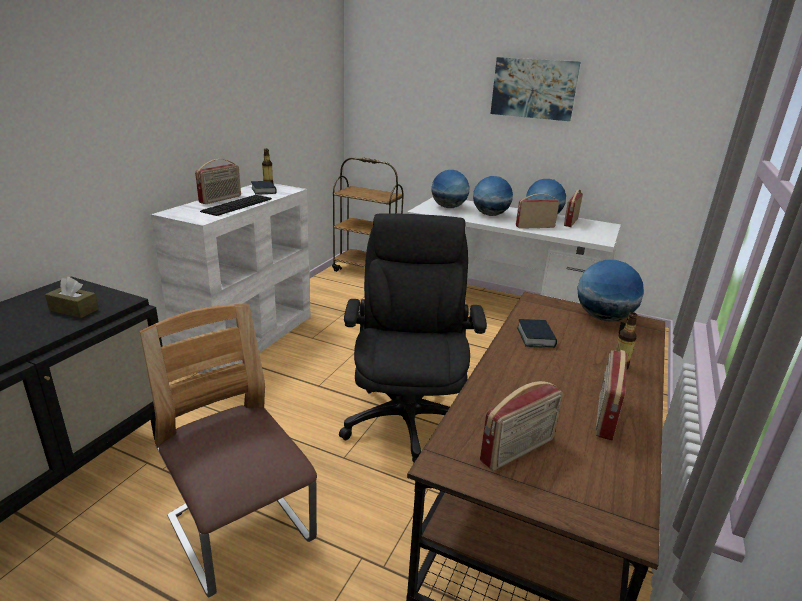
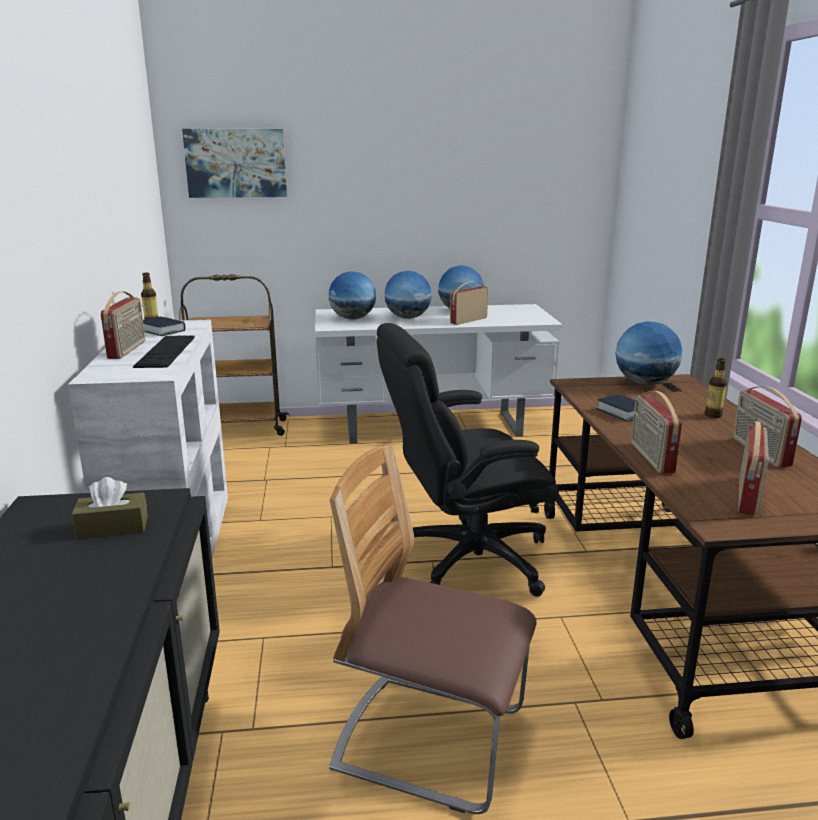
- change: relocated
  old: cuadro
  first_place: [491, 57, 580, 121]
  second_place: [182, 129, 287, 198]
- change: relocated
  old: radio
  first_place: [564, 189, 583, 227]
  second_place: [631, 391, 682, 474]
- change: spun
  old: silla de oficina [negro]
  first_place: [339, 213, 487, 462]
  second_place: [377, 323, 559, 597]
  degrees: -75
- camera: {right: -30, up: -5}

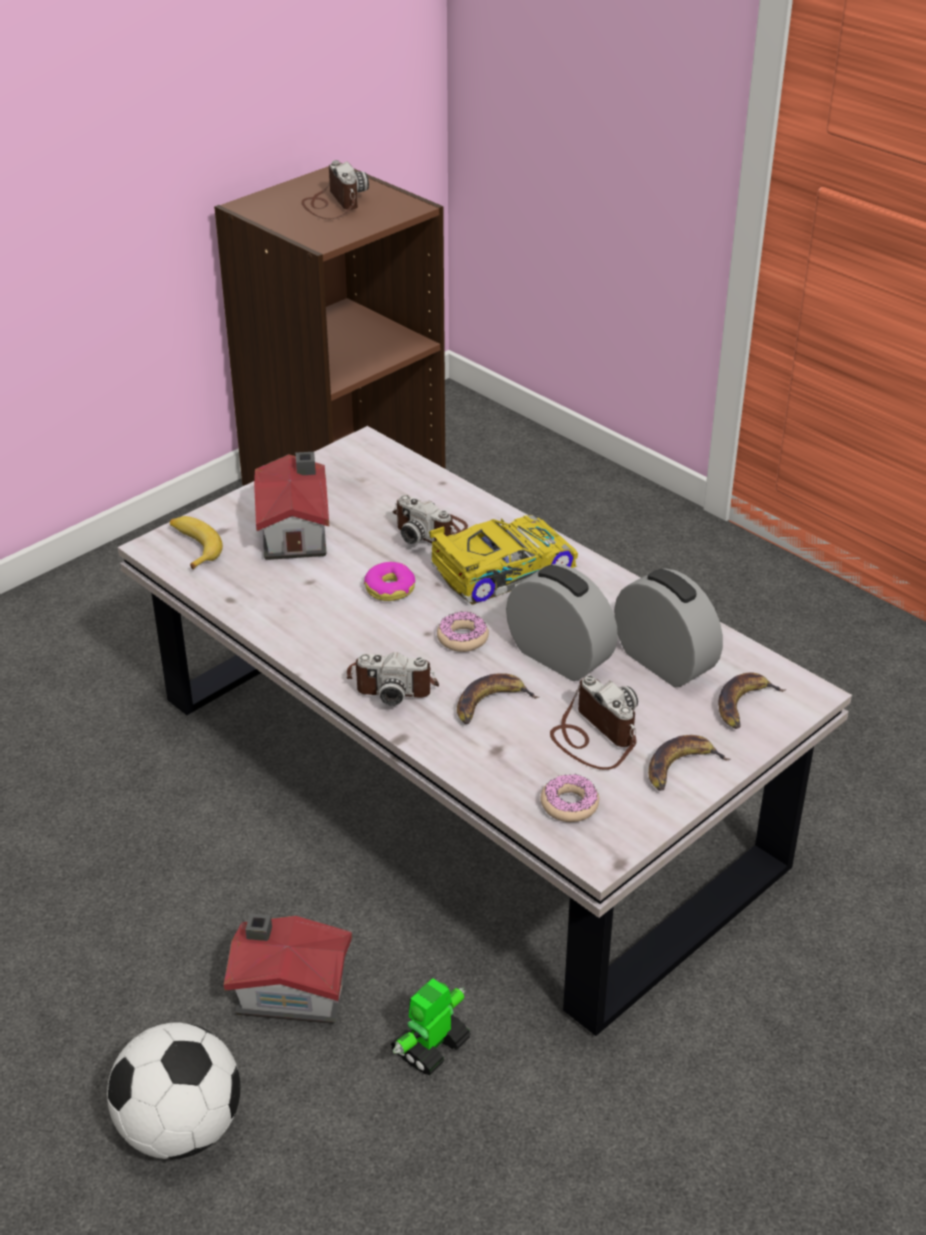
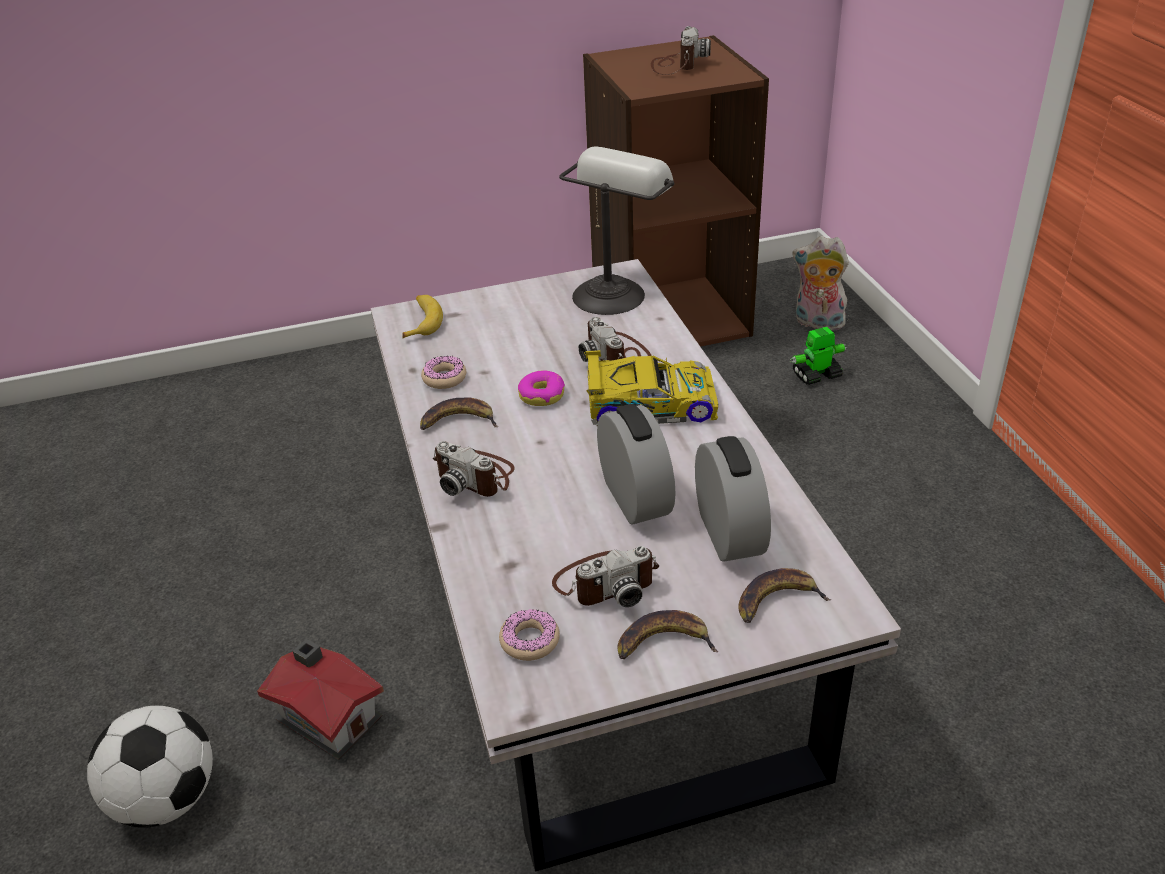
- change: missing
  old: casita
  first_place: [254, 452, 329, 560]
- change: appeared
  new: lámpara de mesa
  second_place: [559, 146, 674, 315]
- change: appeared
  new: peluche
  second_place: [793, 236, 849, 331]
- change: relocated
  old: robot de juguete
  first_place: [391, 978, 471, 1075]
  second_place: [790, 327, 847, 385]
- change: relocated
  old: rosquilla
  first_place: [437, 611, 489, 652]
  second_place: [421, 356, 466, 389]
- change: relocated
  old: plátano
  first_place: [457, 673, 539, 724]
  second_place: [420, 398, 498, 430]
- change: spun
  old: cámara
  first_place: [550, 675, 638, 770]
  second_place: [552, 546, 659, 607]
  degrees: 75
- camera: {right: 30, up: 0}

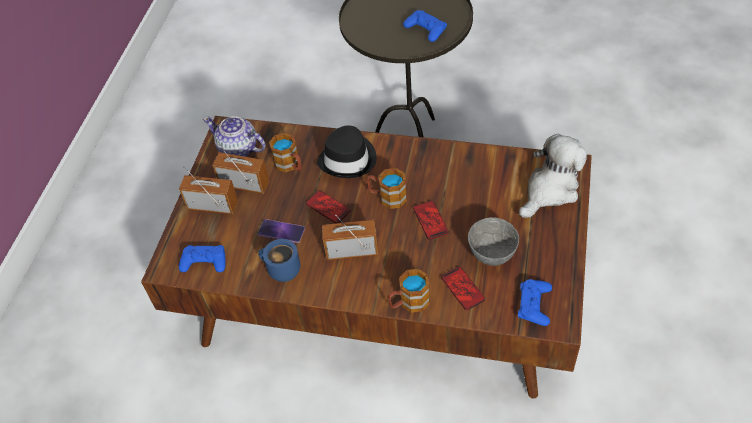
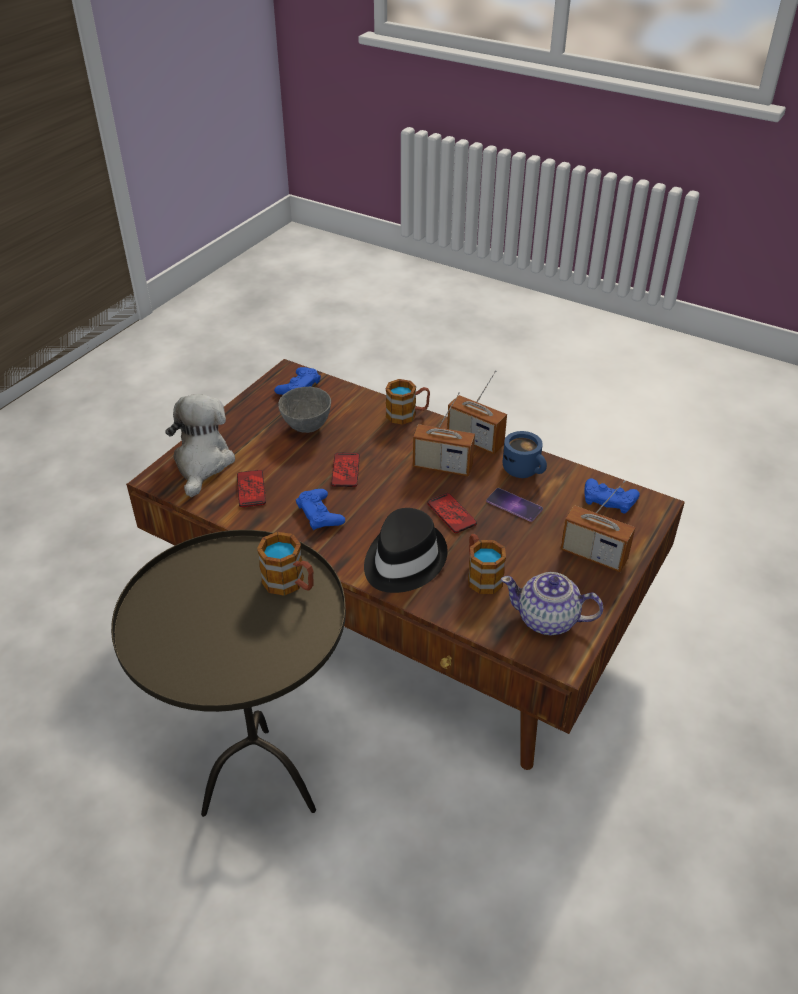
- change: relocated
  old: radio
  first_place: [213, 143, 270, 194]
  second_place: [447, 370, 507, 454]
- change: relocated
  old: taza grande
  first_place: [366, 168, 407, 209]
  second_place: [257, 532, 314, 596]
- change: relocated
  old: mando de consola [azul]
  first_place: [403, 10, 447, 42]
  second_place: [296, 489, 345, 530]
- change: relocated
  old: móvil
  first_place: [441, 267, 485, 310]
  second_place: [237, 470, 266, 507]
- change: spun
  old: tetera
  first_place: [203, 116, 266, 157]
  second_place: [501, 572, 603, 635]
  degrees: 150
- change: spun
  old: peluche
  first_place: [519, 134, 587, 218]
  second_place: [165, 394, 235, 497]
  degrees: 120
- camera: {right: -165, up: -10}

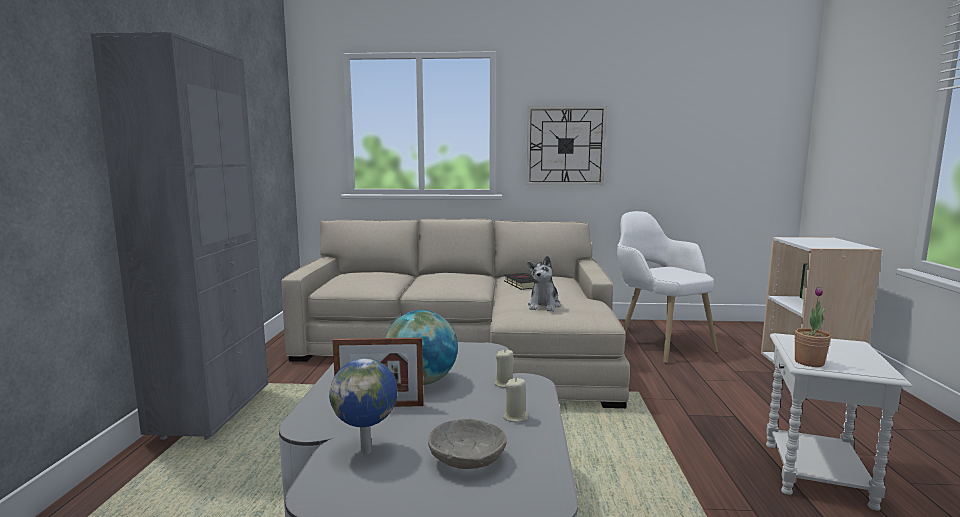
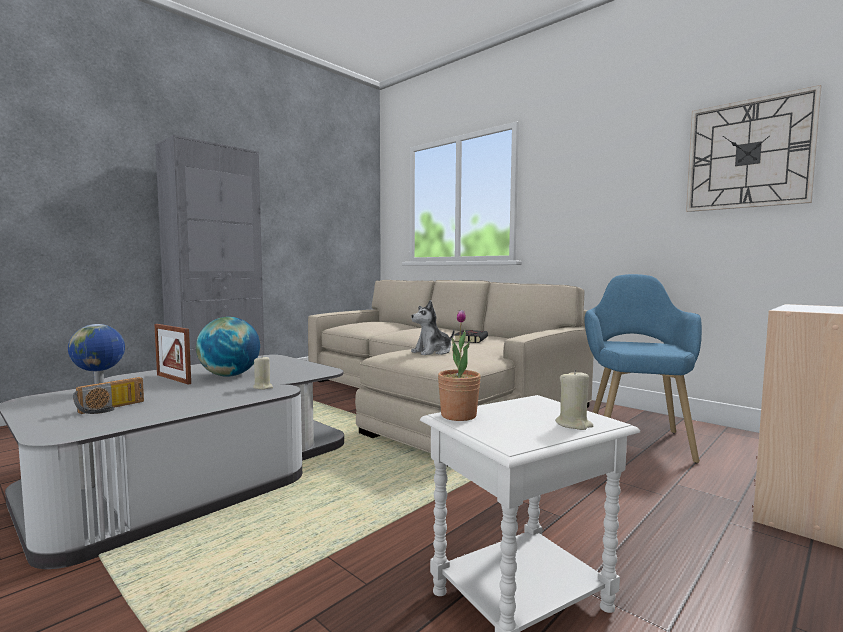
- change: relocated
  old: vela [beis]
  first_place: [503, 378, 529, 422]
  second_place: [555, 369, 593, 430]
- change: relocated
  old: reloj de pared
  first_place: [527, 106, 607, 185]
  second_place: [686, 85, 821, 212]
- change: exchanged
  old: cuenco [gris]
  new: radio
  first_place: [428, 419, 507, 469]
  second_place: [73, 377, 144, 414]
- change: colour
  old: sillón [blanco]
  new: sillón [azul]
  first_place: [617, 211, 718, 363]
  second_place: [585, 274, 702, 464]
- camera: {right: 40, up: -5}

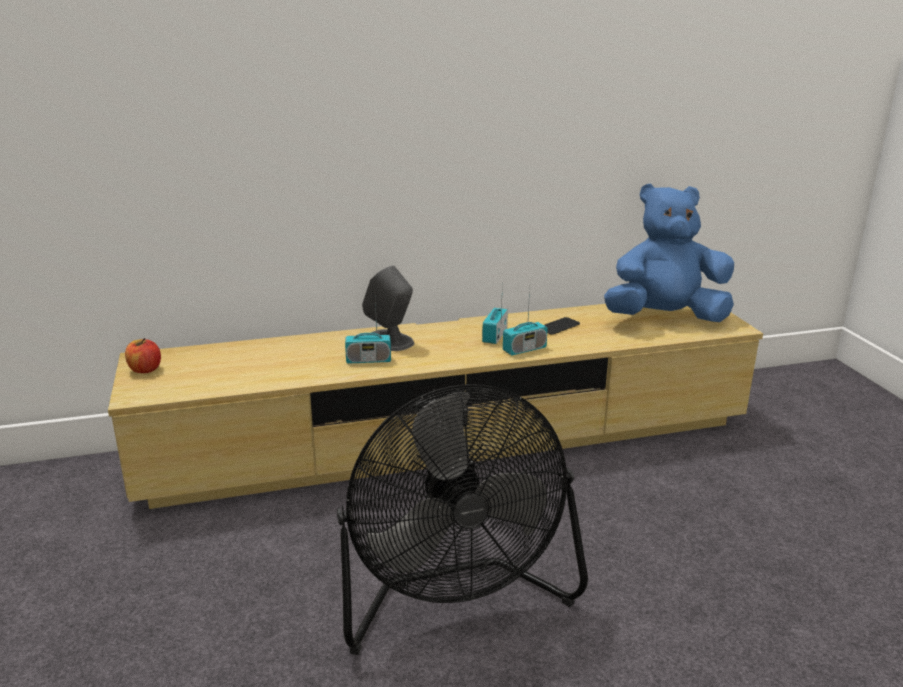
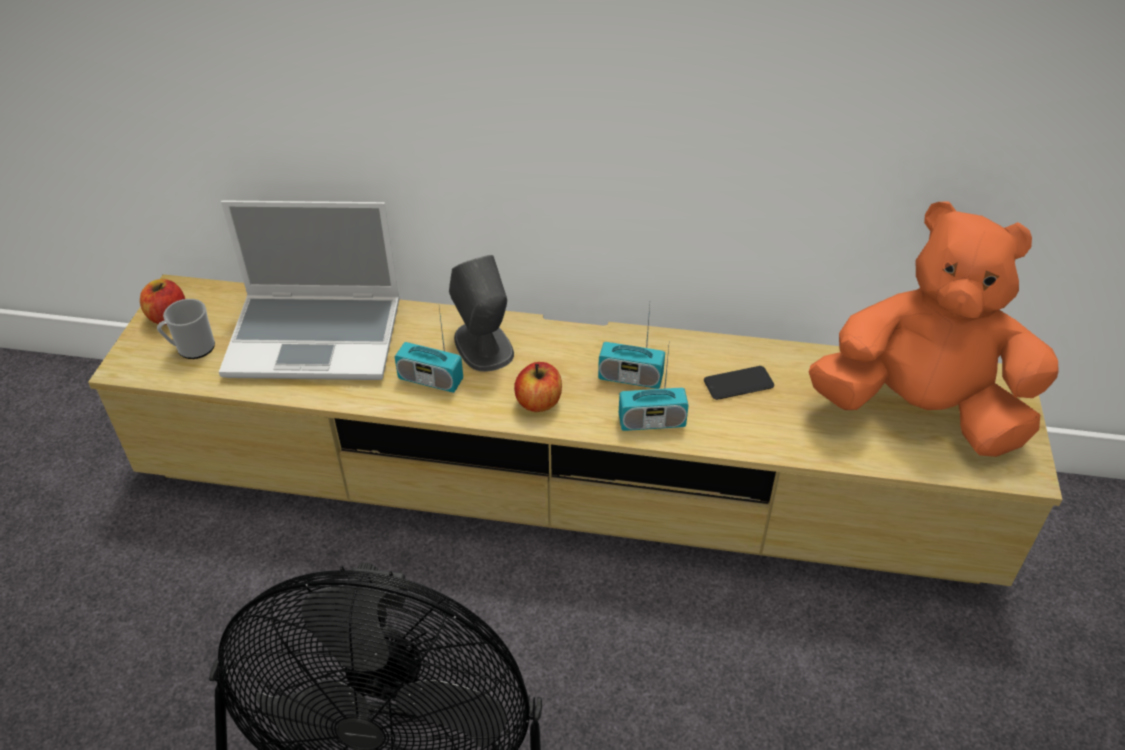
- change: appeared
  new: taza grande
  second_place: [157, 299, 215, 359]
- change: appeared
  new: portátil
  second_place: [219, 200, 400, 380]
- change: appeared
  new: manzana
  second_place: [514, 362, 562, 412]
- change: colour
  old: peluche [azul]
  new: peluche [naranja]
  first_place: [604, 183, 734, 322]
  second_place: [809, 201, 1059, 457]
- change: spun
  old: radio
  first_place: [482, 281, 508, 344]
  second_place: [598, 306, 665, 389]
  degrees: -120
- camera: {right: 25, up: 20}

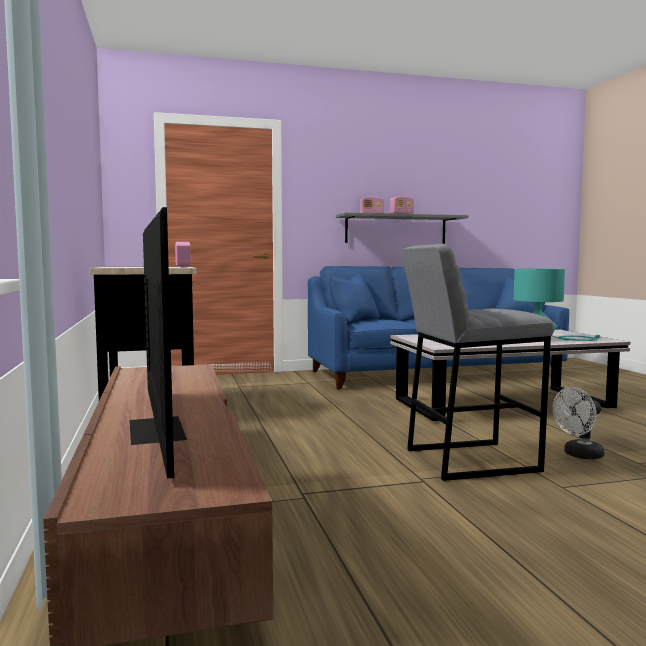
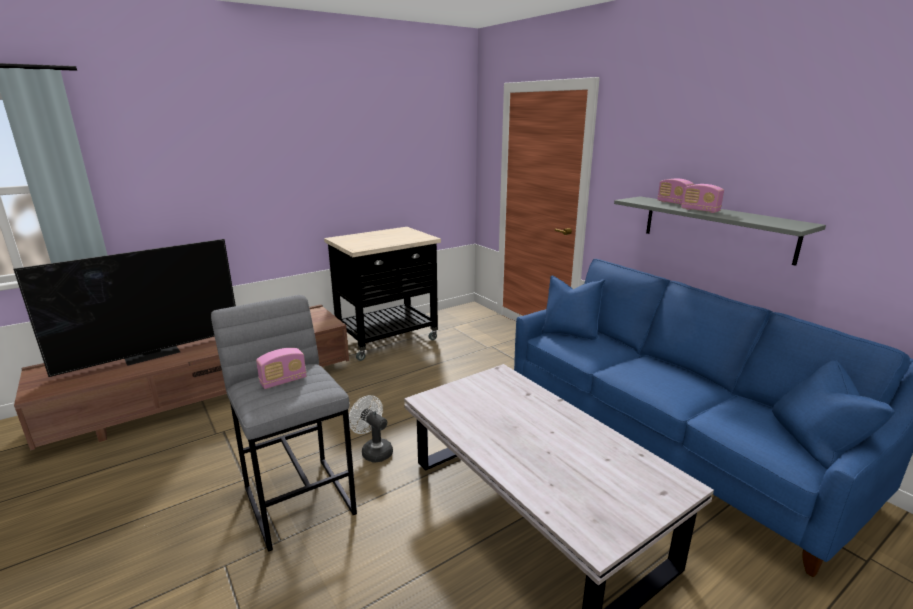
- change: missing
  old: lámpara de mesa [turquesa]
  first_place: [514, 269, 600, 341]
- change: relocated
  old: radio
  first_place: [175, 242, 191, 267]
  second_place: [256, 348, 307, 389]
- change: relocated
  old: ventilador [blanco]
  first_place: [553, 387, 605, 460]
  second_place: [349, 395, 393, 462]
- camera: {right: 70, up: 15}

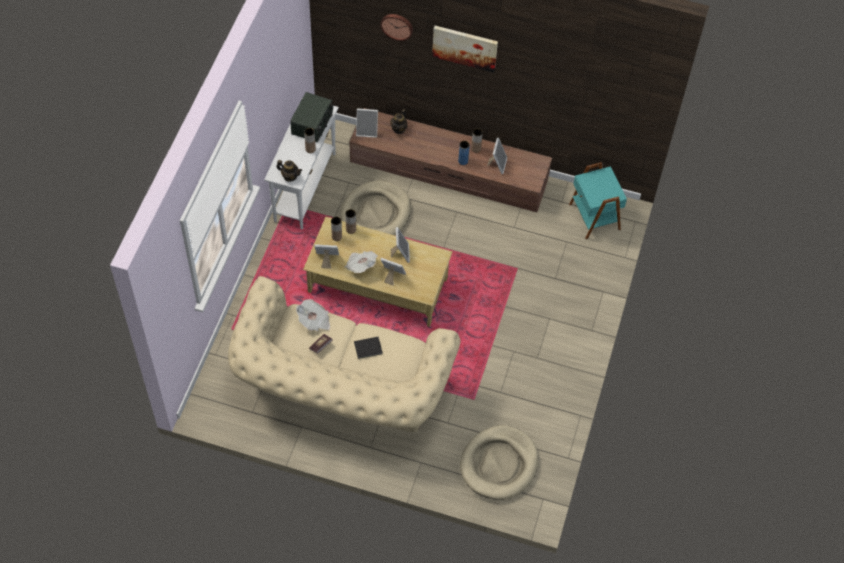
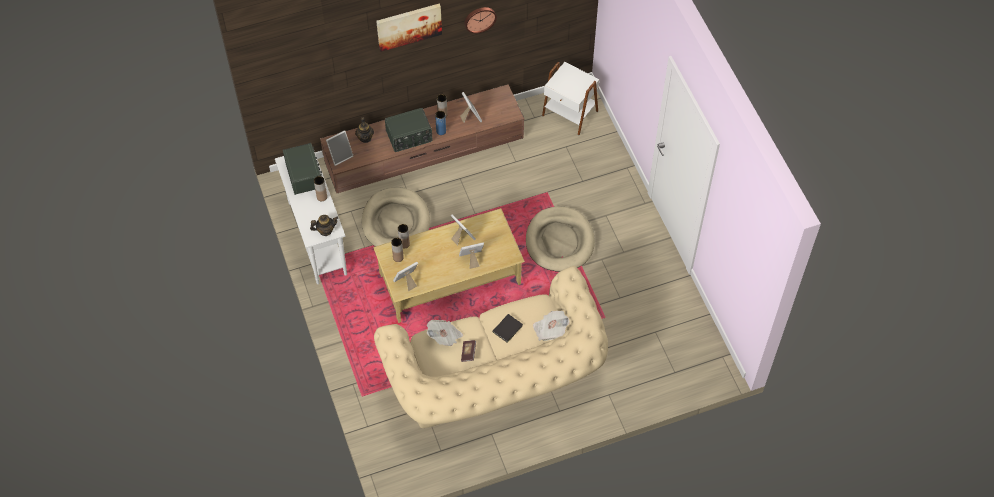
- change: appeared
  new: radio
  second_place: [385, 108, 433, 152]
- change: relocated
  old: periódico
  first_place: [345, 251, 378, 273]
  second_place: [533, 311, 569, 341]
- change: relocated
  old: reloj de pared
  first_place: [380, 14, 413, 41]
  second_place: [464, 7, 497, 34]
- change: relocated
  old: cama para perro [beis]
  first_place: [460, 425, 538, 500]
  second_place: [526, 206, 595, 272]
- change: colour
  old: mesa auxiliar [turquesa]
  new: mesa auxiliar [blanco]
  first_place: [569, 162, 627, 240]
  second_place: [542, 62, 599, 135]
- camera: {right: -35, up: 0}

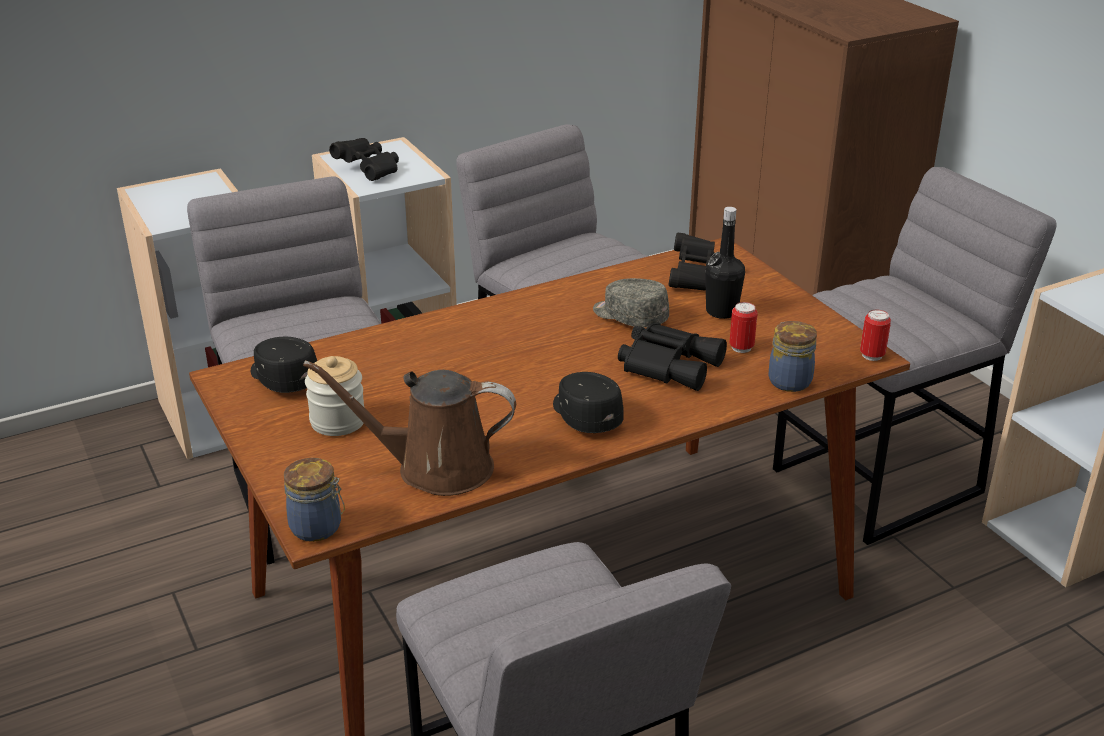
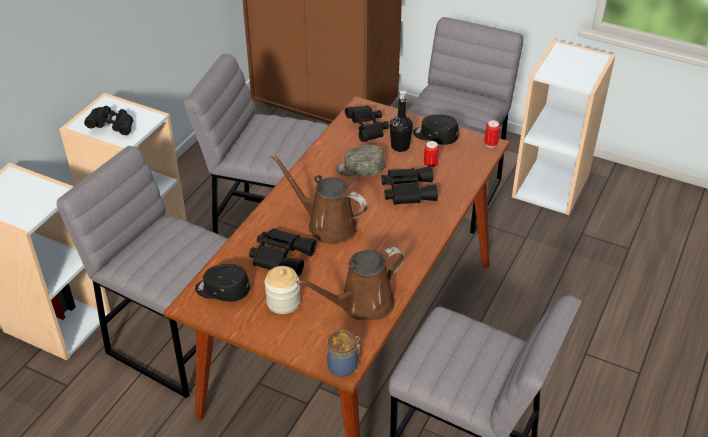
- change: missing
  old: tarro
  first_place: [769, 321, 817, 392]
- change: appeared
  new: prismáticos [negro]
  second_place: [249, 228, 317, 277]
- change: appeared
  new: regadera [marrón]
  second_place: [271, 154, 368, 244]
- change: relocated
  old: gorra [negro]
  first_place: [553, 372, 624, 433]
  second_place: [413, 115, 459, 145]
- camera: {right: -35, up: 10}

